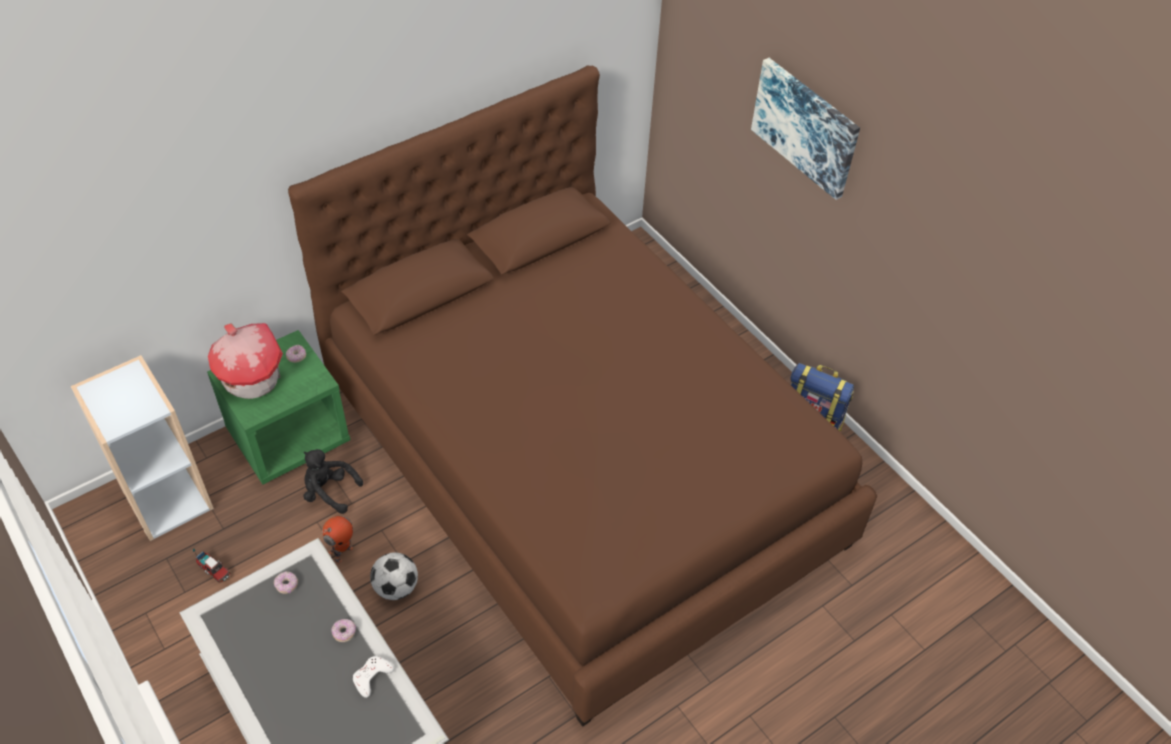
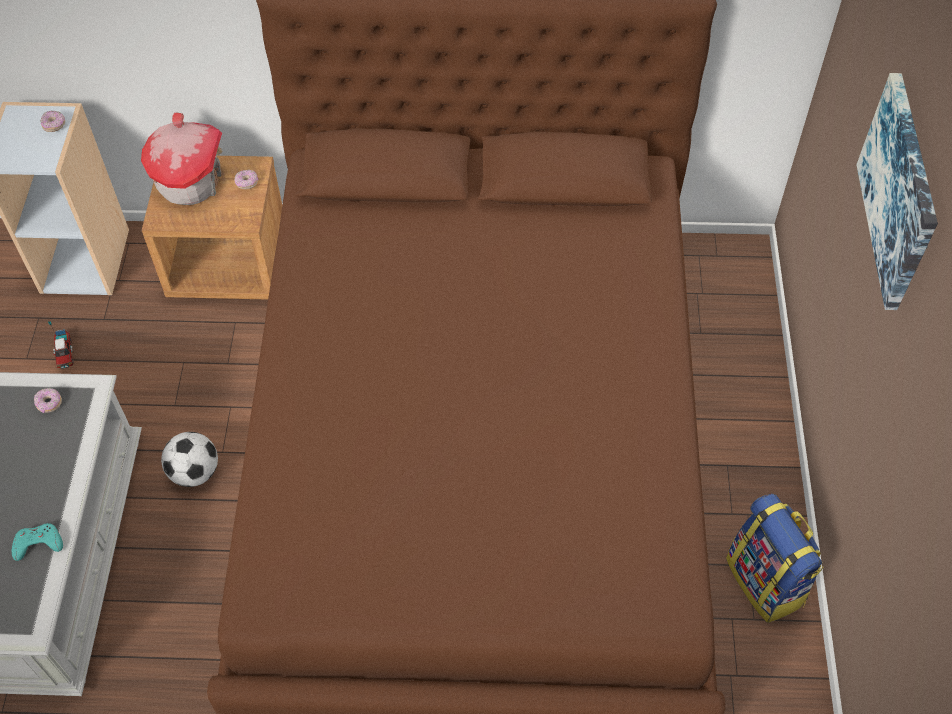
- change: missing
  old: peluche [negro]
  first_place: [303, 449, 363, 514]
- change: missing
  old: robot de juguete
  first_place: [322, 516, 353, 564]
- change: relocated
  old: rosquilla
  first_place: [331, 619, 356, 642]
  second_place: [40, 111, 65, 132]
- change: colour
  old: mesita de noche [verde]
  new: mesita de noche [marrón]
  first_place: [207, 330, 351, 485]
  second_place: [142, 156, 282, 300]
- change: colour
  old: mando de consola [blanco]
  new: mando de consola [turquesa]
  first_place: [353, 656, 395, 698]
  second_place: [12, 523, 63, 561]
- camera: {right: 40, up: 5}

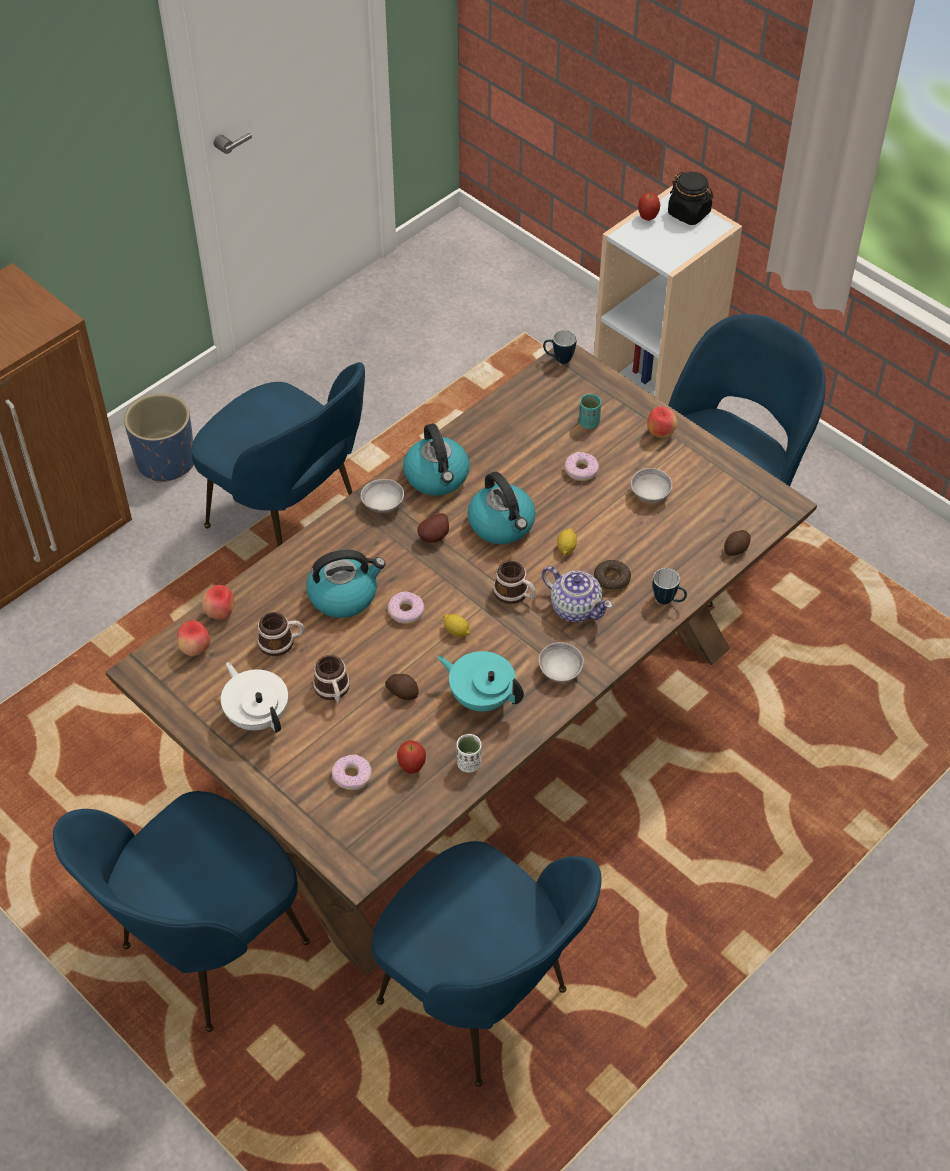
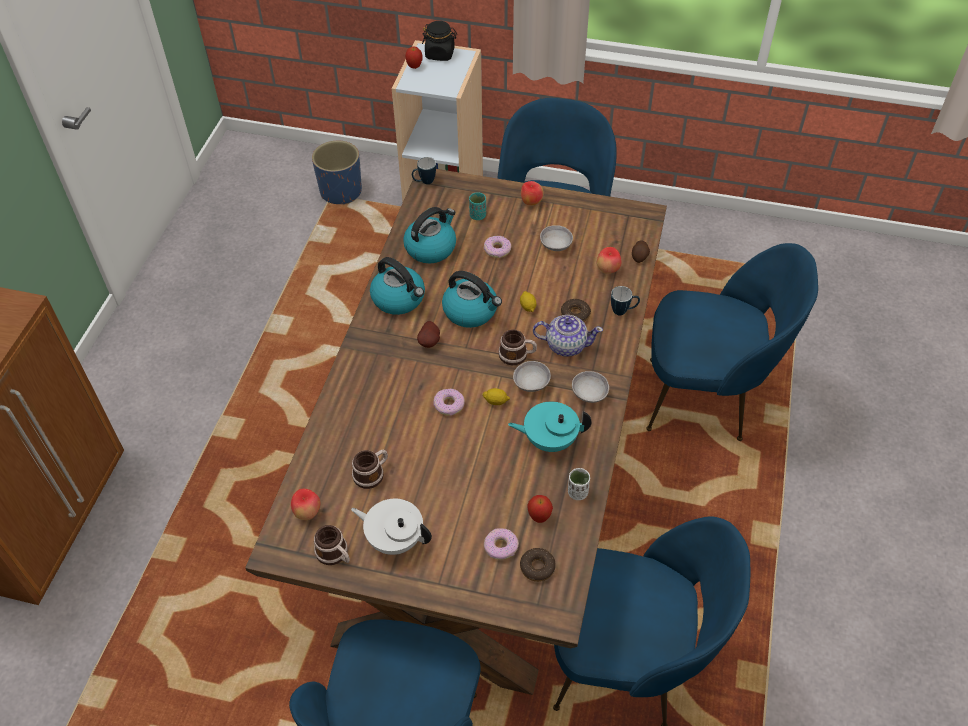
- change: missing
  old: patata
  first_place: [385, 674, 419, 700]
- change: appeared
  new: rosquilla
  second_place: [520, 548, 556, 582]
- change: relocated
  old: maceta [azul]
  first_place: [124, 393, 194, 483]
  second_place: [312, 141, 362, 205]
- change: relocated
  old: silla [azul]
  first_place: [192, 362, 365, 546]
  second_place: [646, 243, 818, 441]
- change: relocated
  old: manzana
  first_place: [202, 585, 234, 620]
  second_place: [597, 247, 622, 274]
- change: relocated
  old: hervidor
  first_place: [306, 550, 386, 618]
  second_place: [403, 207, 456, 263]
- change: relocated
  old: taza grande
  first_place: [313, 655, 350, 703]
  second_place: [314, 525, 350, 565]
- change: relocated
  old: cuenco [gris]
  first_place: [360, 479, 404, 513]
  second_place: [513, 361, 551, 392]
- camera: {right: -30, up: 0}

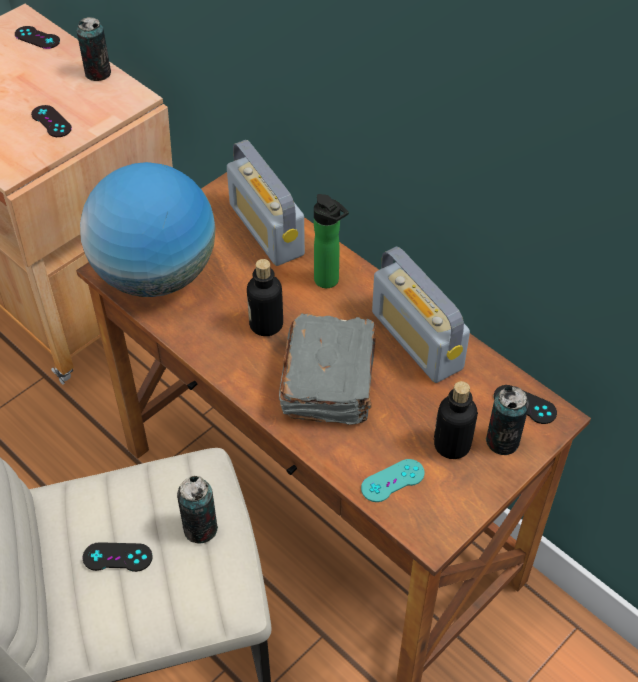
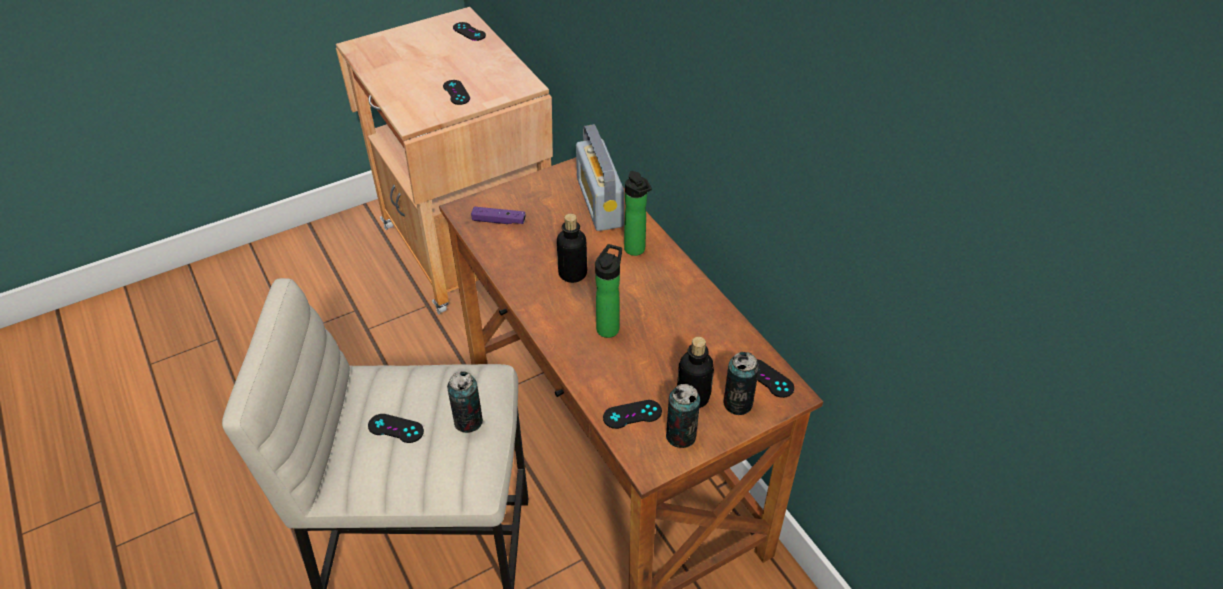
- change: missing
  old: radio
  first_place: [372, 246, 470, 383]
- change: relocated
  old: lata
  first_place: [77, 17, 111, 81]
  second_place: [666, 384, 700, 448]
- change: exchanged
  old: globo terráqueo
  new: mando de consola [morado]
  first_place: [80, 162, 216, 297]
  second_place: [471, 207, 526, 224]
- change: exchanged
  old: libro [gris]
  new: botella
  first_place: [279, 313, 376, 425]
  second_place: [595, 244, 622, 338]
- change: colour
  old: mando de consola [turquesa]
  new: mando de consola [negro]
  first_place: [361, 459, 425, 502]
  second_place: [603, 400, 662, 429]
- camera: {right: 15, up: -5}

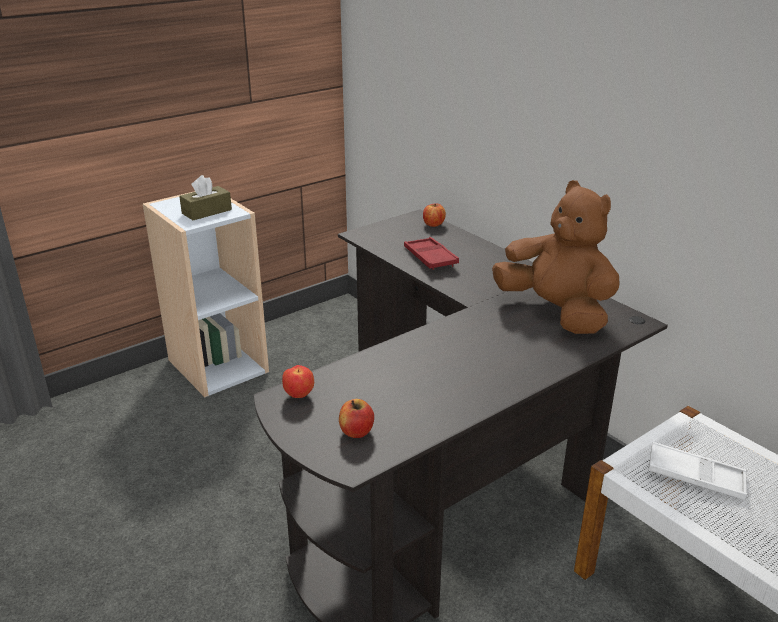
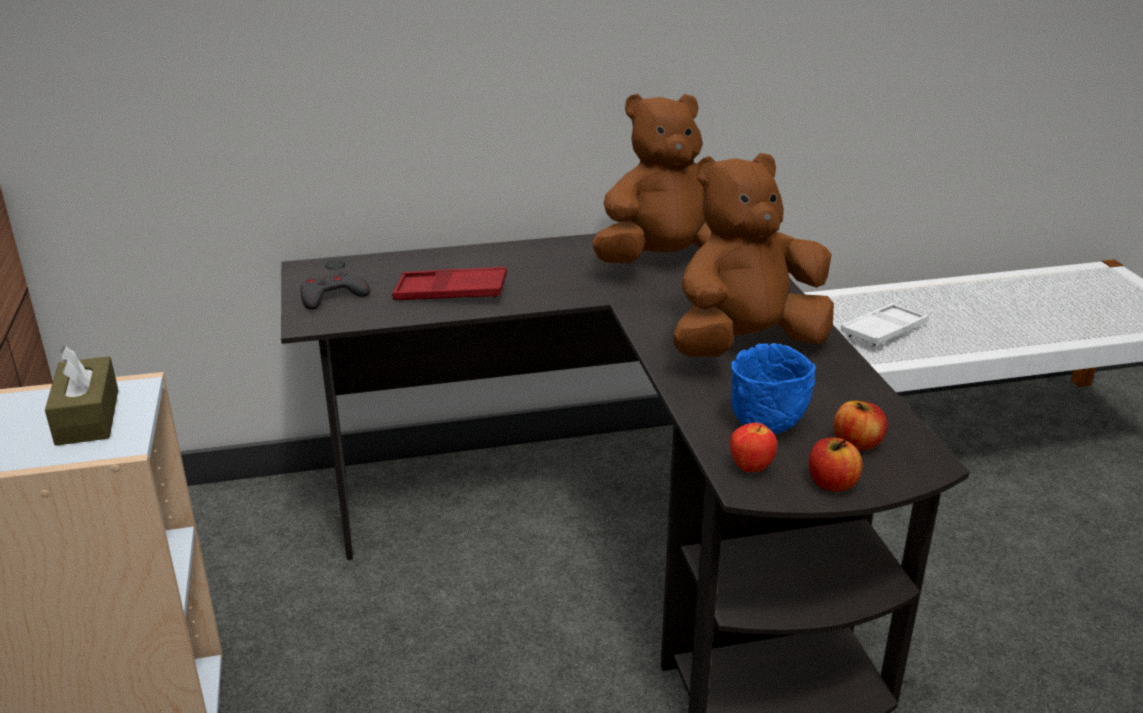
- change: appeared
  new: mando de consola [gris]
  second_place: [300, 272, 370, 310]
- change: appeared
  new: peluche [marrón]
  second_place: [673, 153, 834, 357]
- change: appeared
  new: cuenco [azul]
  second_place: [731, 343, 816, 434]
- change: relocated
  old: manzana
  first_place: [423, 204, 446, 227]
  second_place: [809, 437, 863, 492]
- camera: {right: -65, up: 0}

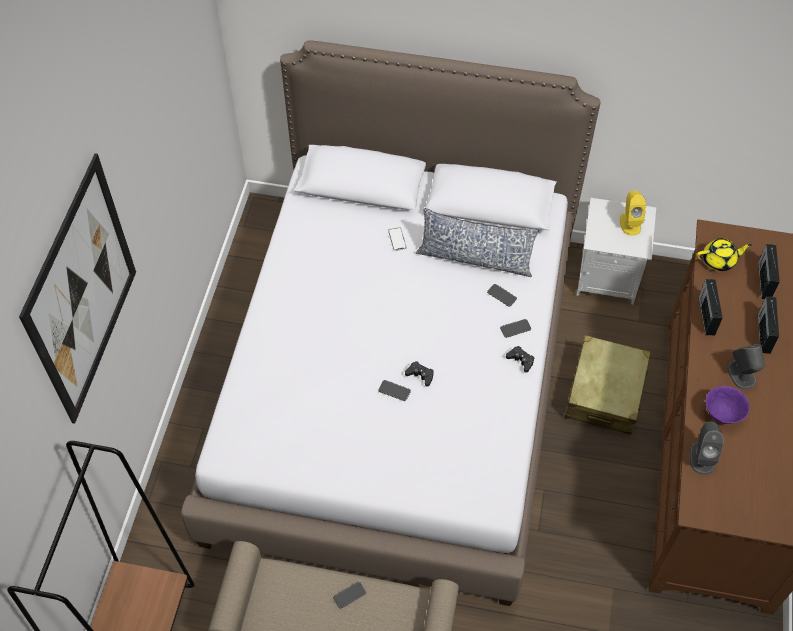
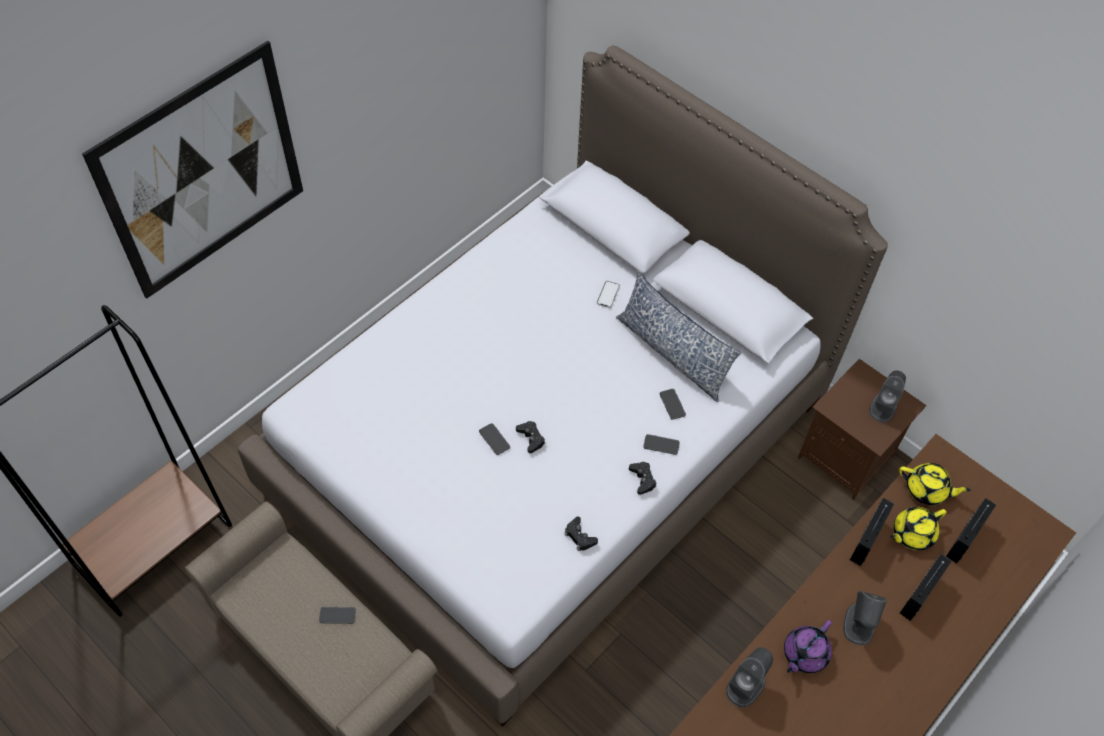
- change: missing
  old: maleta [beis]
  first_place: [564, 335, 651, 435]
- change: appeared
  new: mando de consola [negro]
  second_place: [564, 517, 598, 551]
- change: appeared
  new: tetera [amarillo]
  second_place: [890, 507, 947, 550]
- change: exchanged
  old: cuenco [morado]
  new: tetera [morado]
  first_place: [706, 386, 749, 424]
  second_place: [784, 620, 832, 673]
- change: colour
  old: mesita de noche [gris]
  new: mesita de noche [marrón]
  first_place: [576, 198, 656, 305]
  second_place: [798, 359, 926, 500]
- change: colour
  old: altavoz [amarillo]
  new: altavoz [gris]
  first_place: [620, 191, 646, 236]
  second_place: [869, 370, 906, 423]
- camera: {right: 30, up: 0}

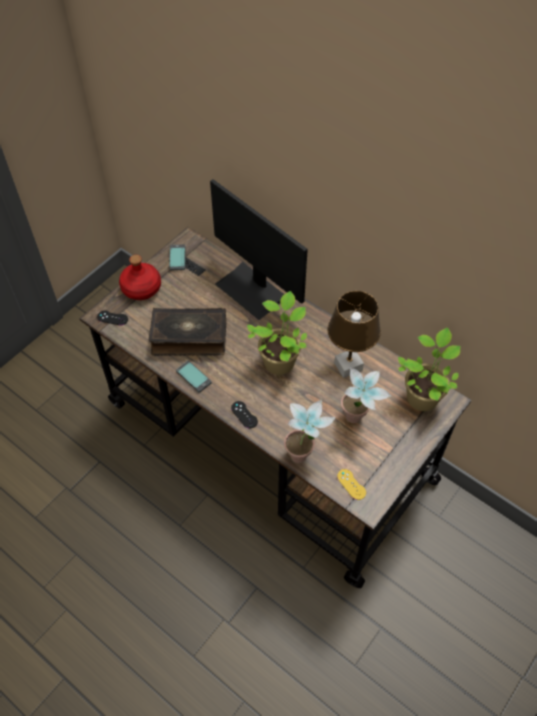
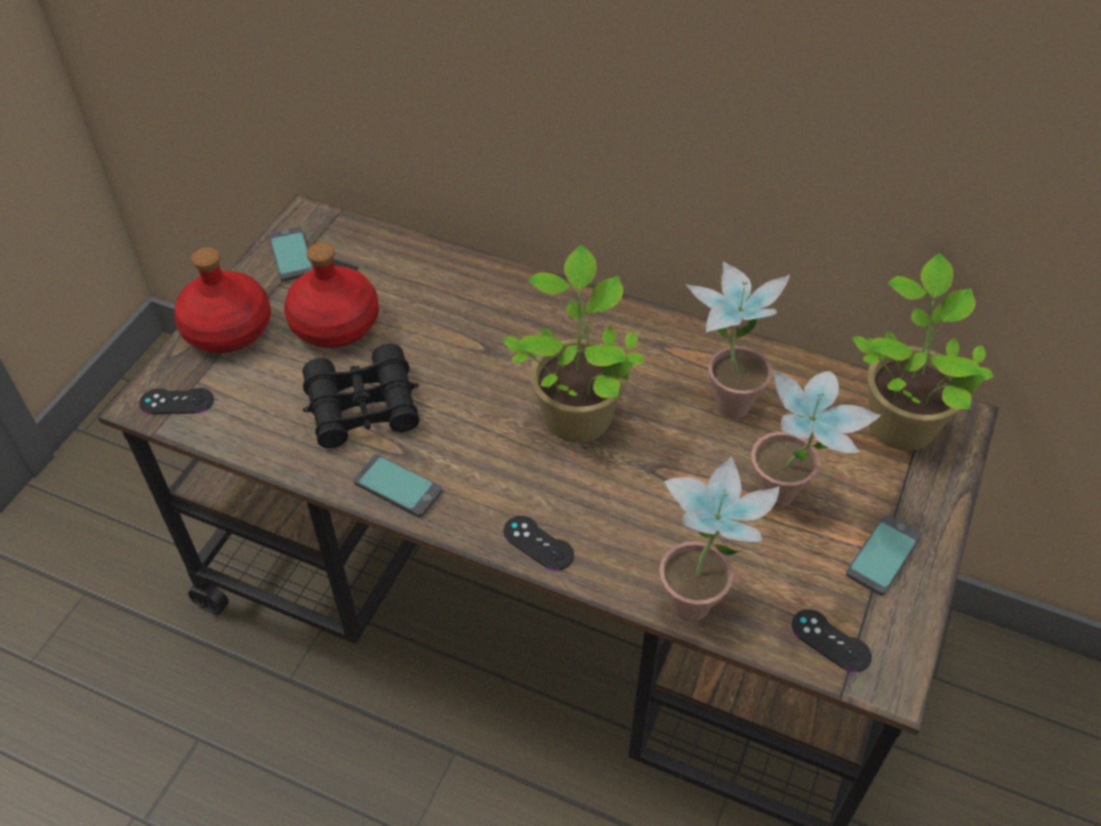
- change: missing
  old: monitor
  first_place: [210, 179, 308, 320]
- change: appeared
  new: botella [rojo]
  second_place: [284, 242, 379, 348]
- change: appeared
  new: móvil
  second_place: [846, 515, 922, 596]
- change: exchanged
  old: libro
  new: prismáticos [negro]
  first_place: [149, 308, 226, 356]
  second_place: [302, 343, 419, 448]
- change: exchanged
  old: lámpara de mesa [marrón]
  new: planta en maceta
  first_place: [327, 291, 381, 378]
  second_place: [685, 261, 790, 418]
- change: colour
  old: mando de consola [amarillo]
  new: mando de consola [negro]
  first_place: [337, 469, 366, 500]
  second_place: [792, 609, 872, 673]
- camera: {right: -15, up: -5}

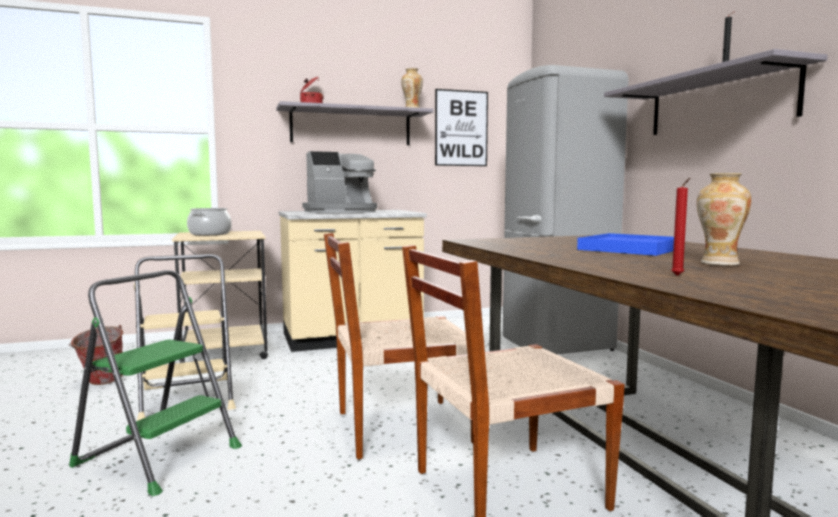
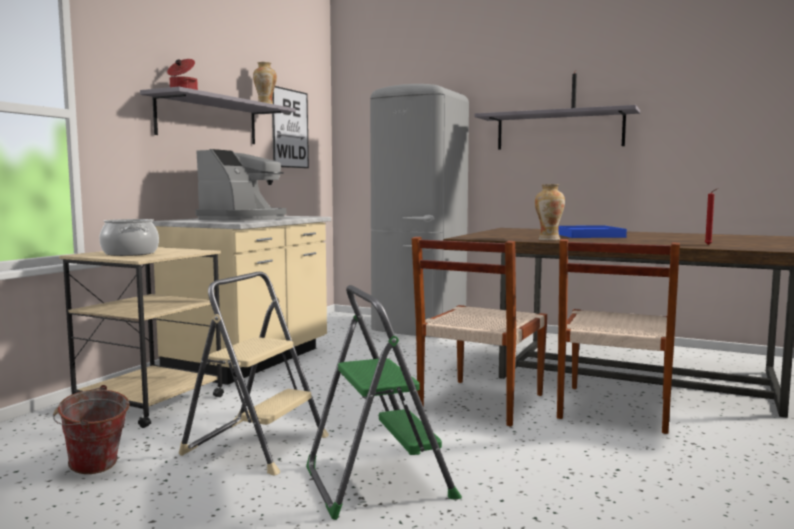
- change: relocated
  old: florero
  first_place: [697, 173, 751, 266]
  second_place: [535, 184, 565, 241]
- camera: {right: -45, up: 0}

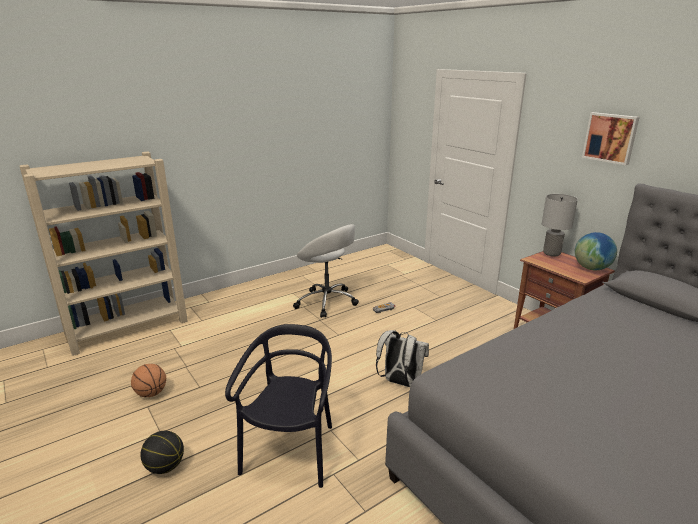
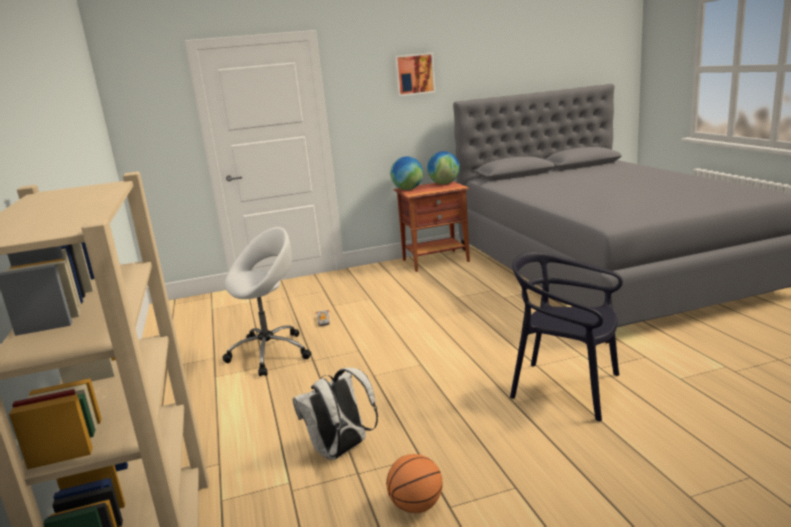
- change: missing
  old: balón de baloncesto
  first_place: [141, 431, 184, 474]
- change: relocated
  old: mochila [blanco]
  first_place: [376, 330, 429, 387]
  second_place: [293, 368, 378, 460]
- change: exchanged
  old: lámpara de mesa [gris]
  new: globo terráqueo
  first_place: [542, 194, 578, 257]
  second_place: [390, 157, 423, 190]
- camera: {right: -70, up: -5}

